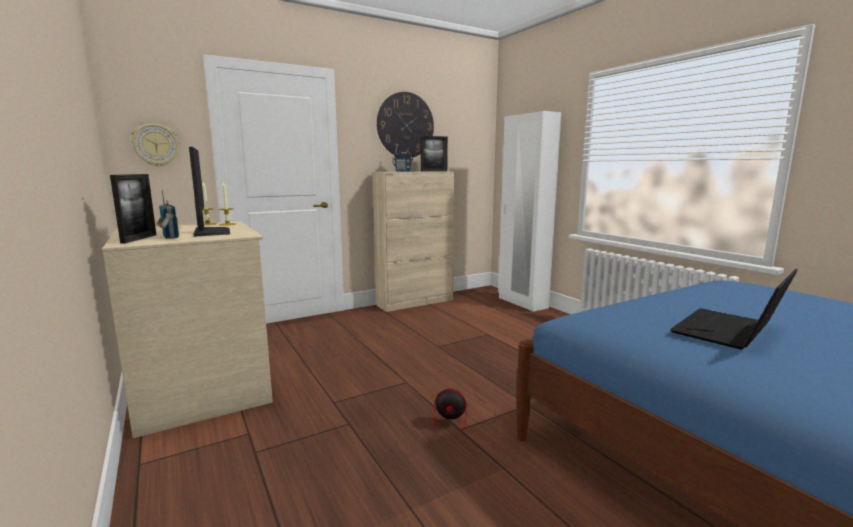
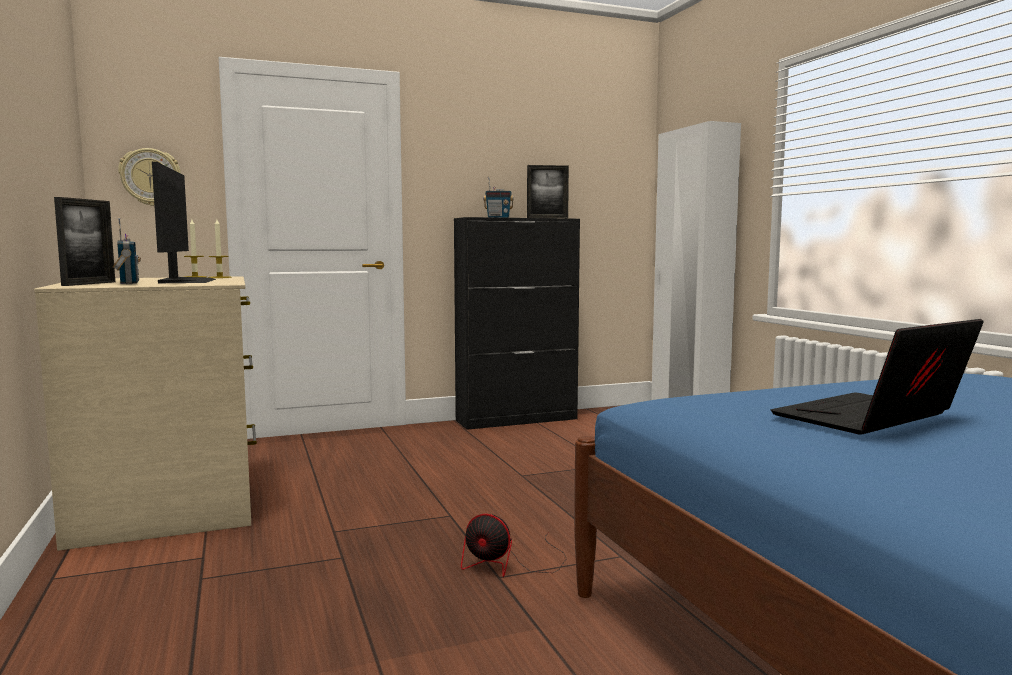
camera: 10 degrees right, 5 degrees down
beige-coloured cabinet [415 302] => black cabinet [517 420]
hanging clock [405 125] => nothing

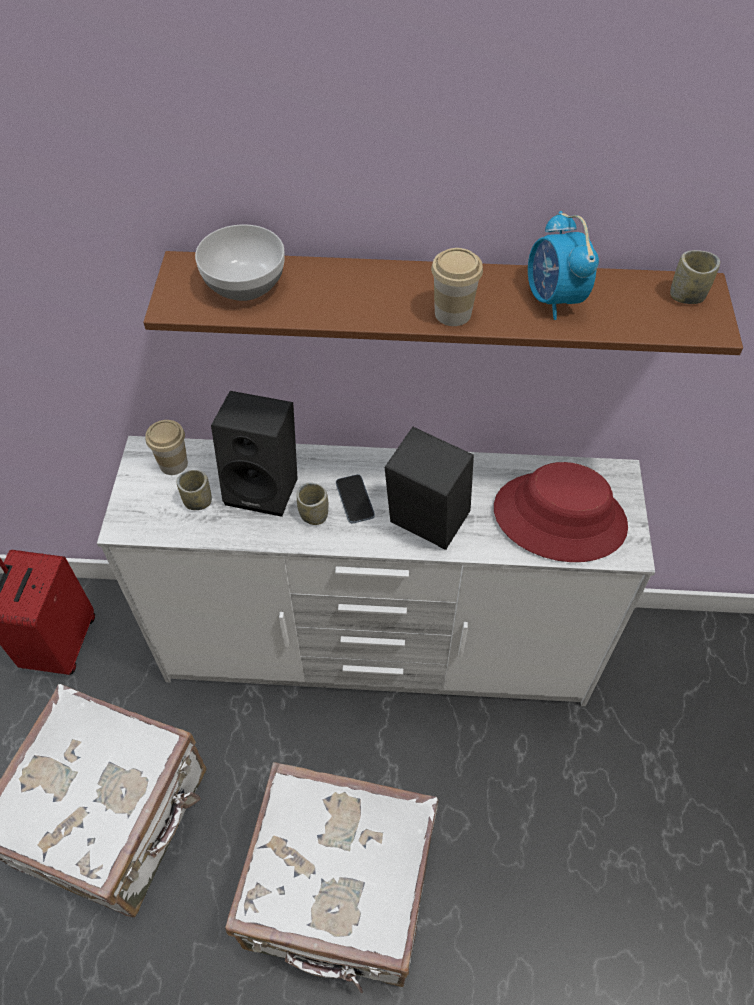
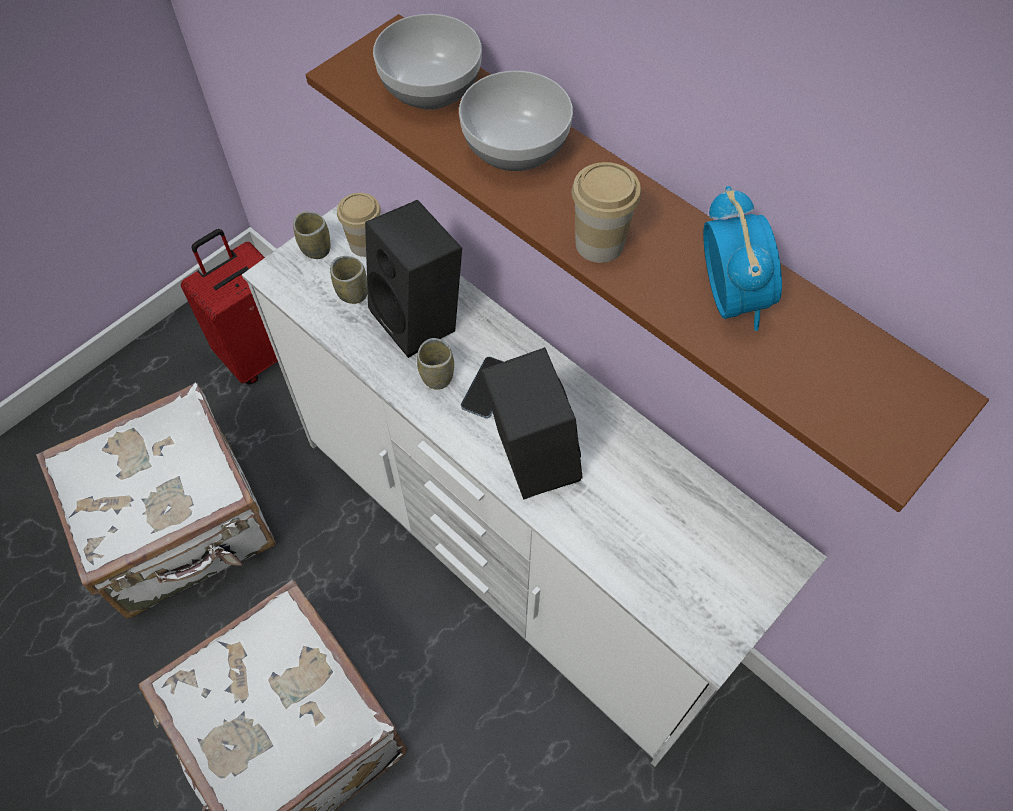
camera: 40 degrees right, 5 degrees up
red-coloured hat [559 517] => nothing
table clock [554 299] => table clock [729 298], 150 degrees clockwise
cup [687 296] => cup [316 249], move
nothing => bowl [513 147]

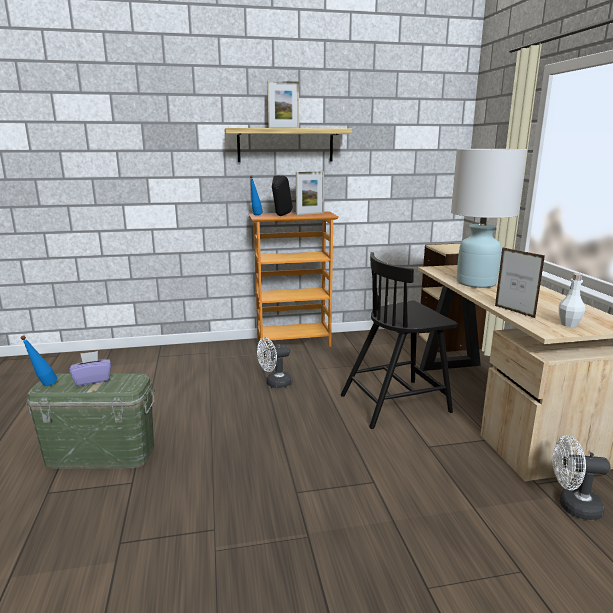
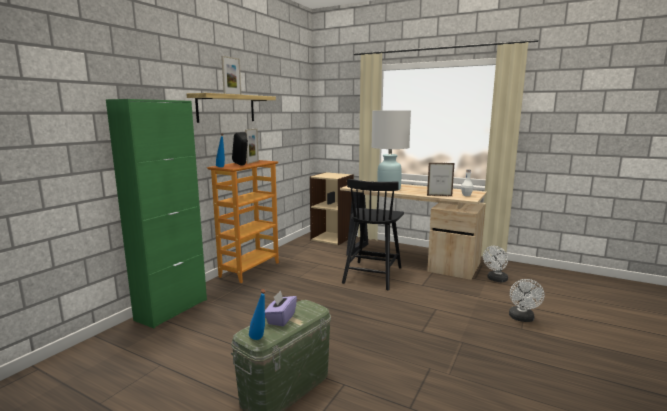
camera: 50 degrees left, 5 degrees down
white-coloured electric fan [275 384] => white-coloured electric fan [522 319], move
nothing => green cabinet [172 309]

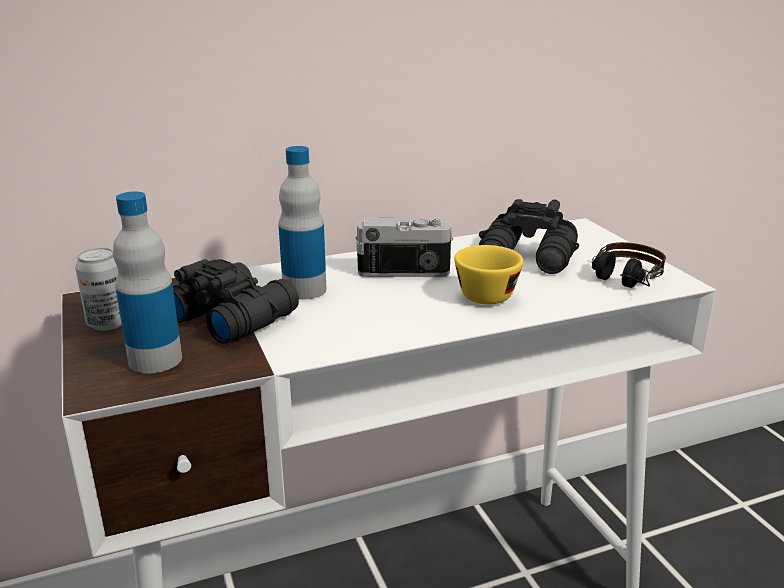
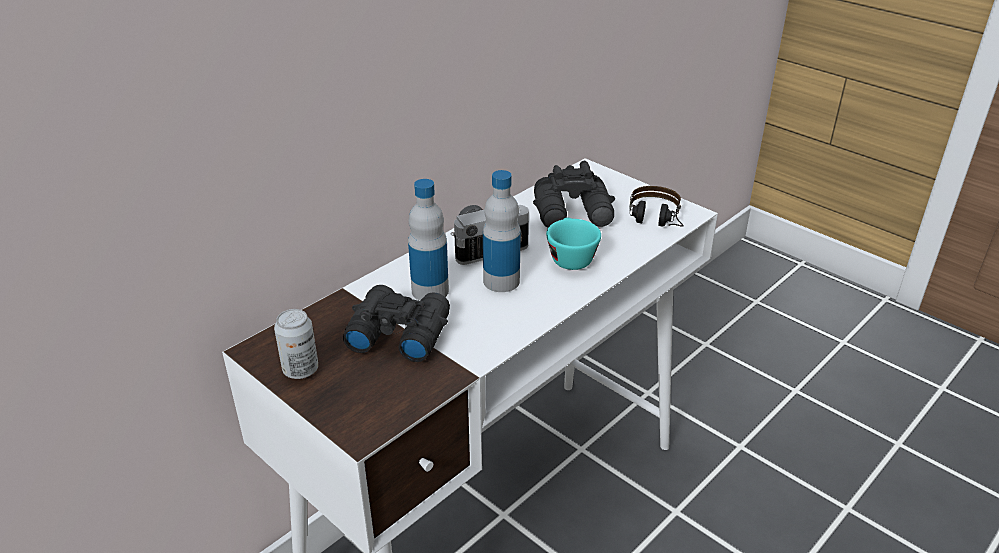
camera: 25 degrees left, 10 degrees up
drink bottle [155 360] => drink bottle [501 281], move
yellow cup [487 292] => blue-green cup [570 257]

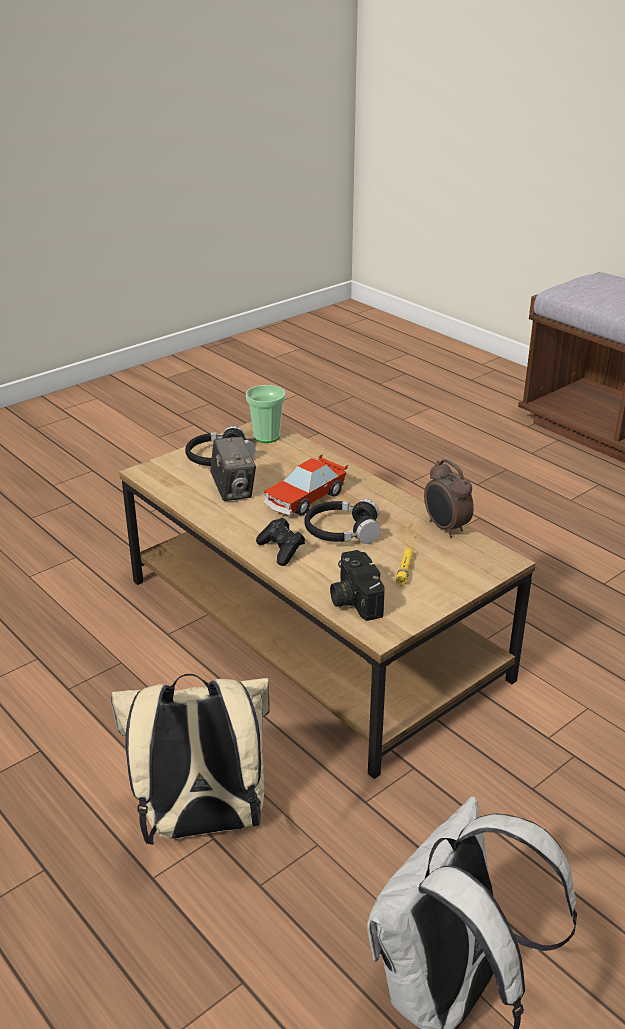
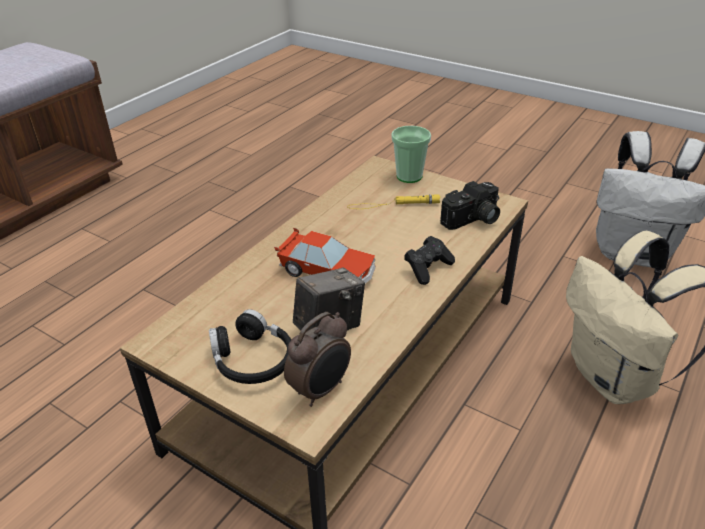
camera: 105 degrees left, 5 degrees up
cup [266 437] => cup [409 176], move
black headphones [342 532] => nothing
table clock [445 528] => table clock [321 390], move

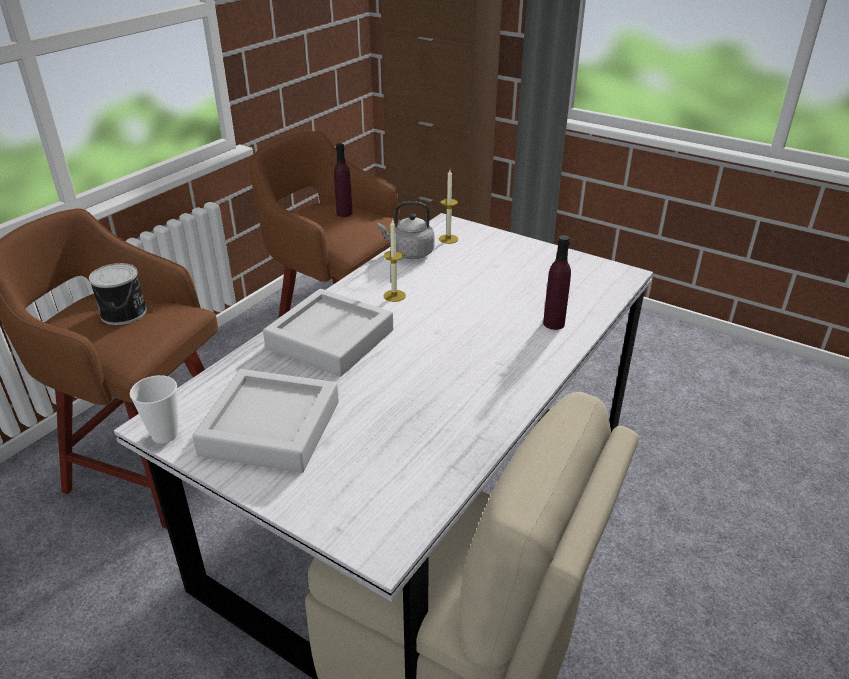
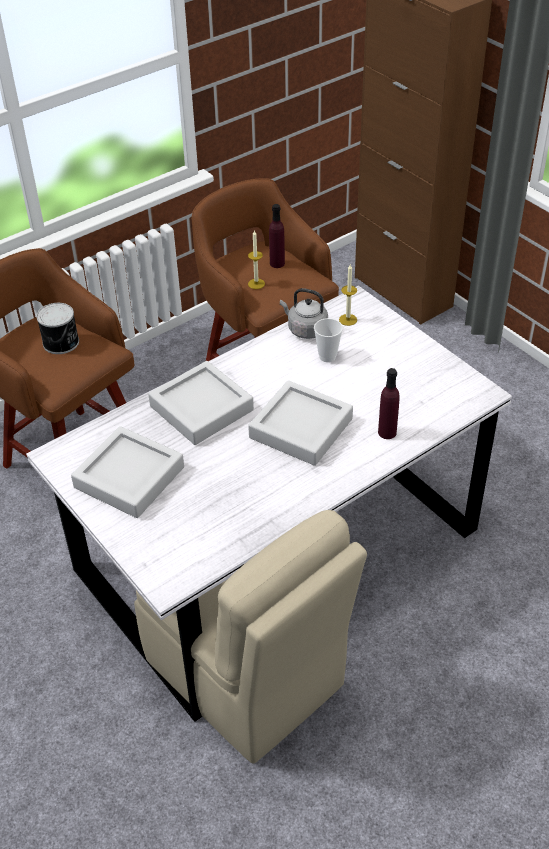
camera: 20 degrees right, 10 degrees up
cup [165 434] => cup [327 356], move
candle [394 295] => candle [256 284], move
nothing => gray tray [301 428]

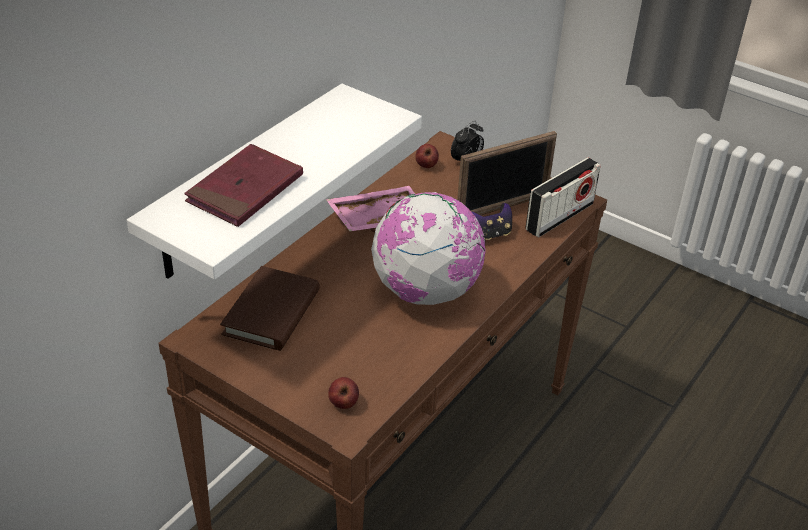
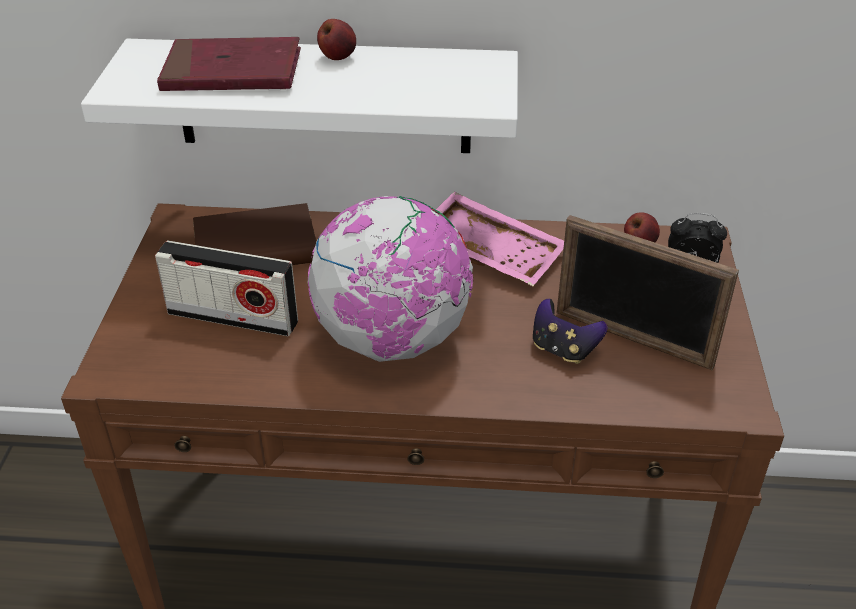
camera: 60 degrees right, 0 degrees up
apple fruit [343 403] => apple fruit [337 57], move
radio set [559 216] => radio set [233 317], move

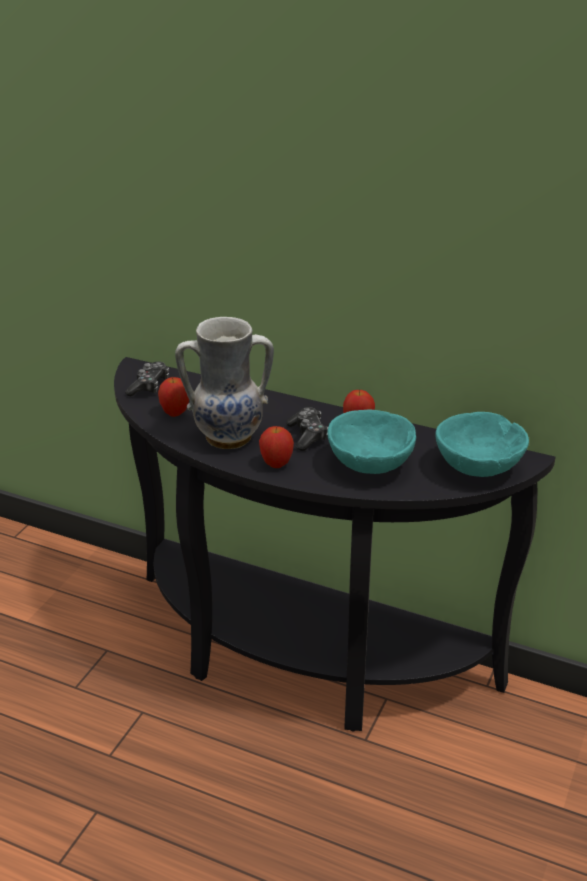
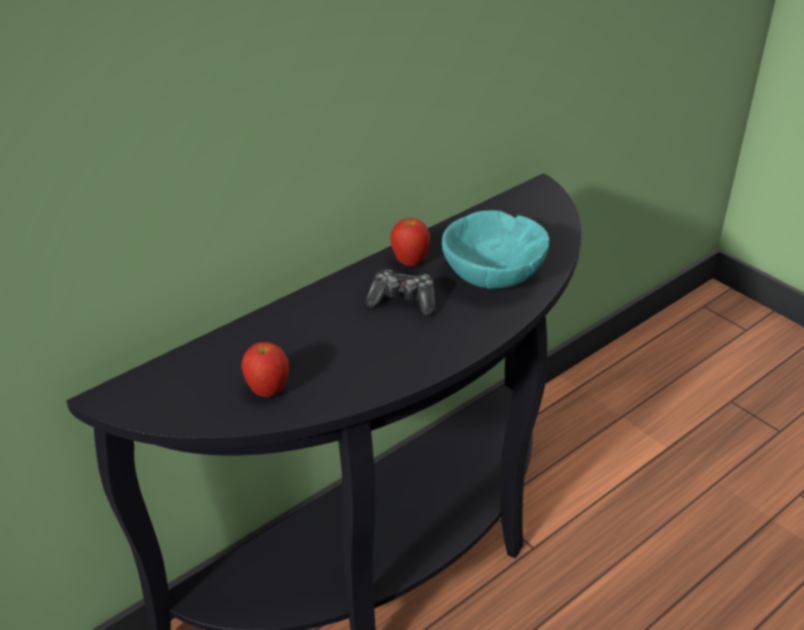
camera: 65 degrees left, 5 degrees up
joypad [149 386] => nothing
vase [228 436] => nothing
apple fruit [276 464] => nothing
blue-green bowl [478 468] => nothing

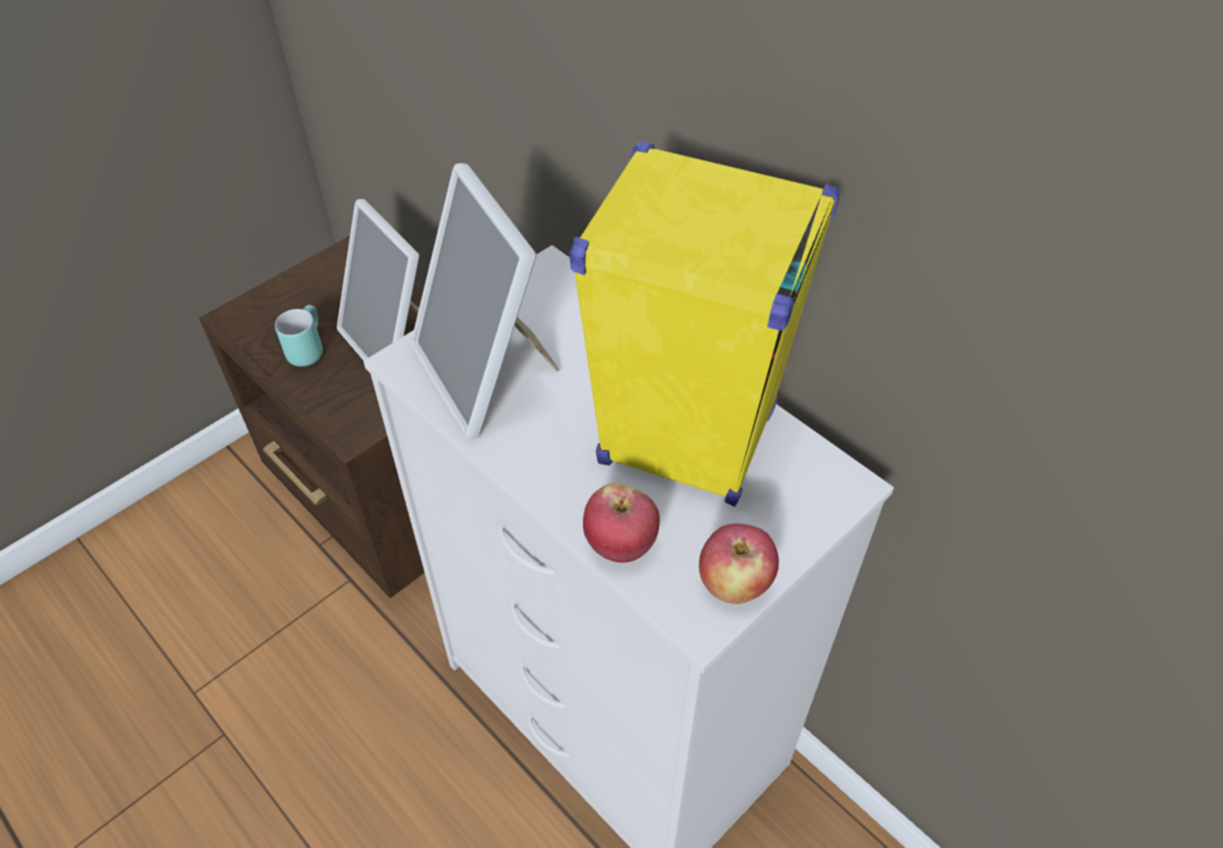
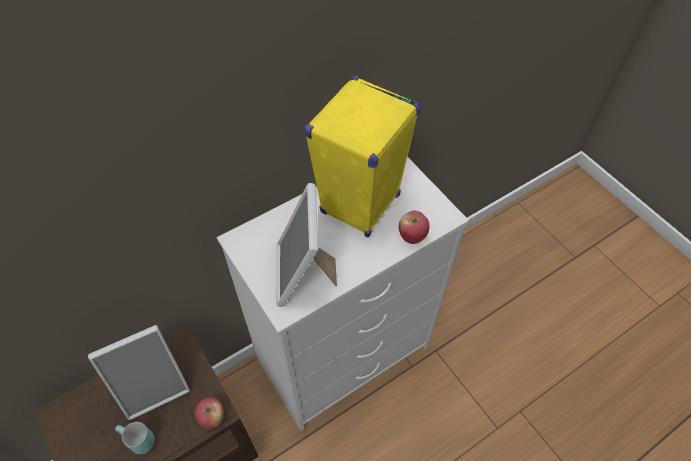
camera: 80 degrees left, 5 degrees up
photo frame [488 374] => photo frame [304 274], 105 degrees clockwise
apple fruit [734 584] => apple fruit [212 417], move

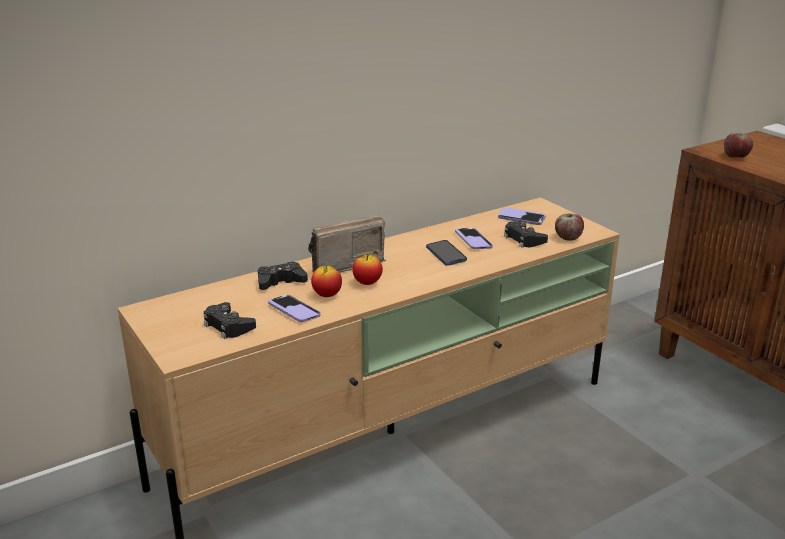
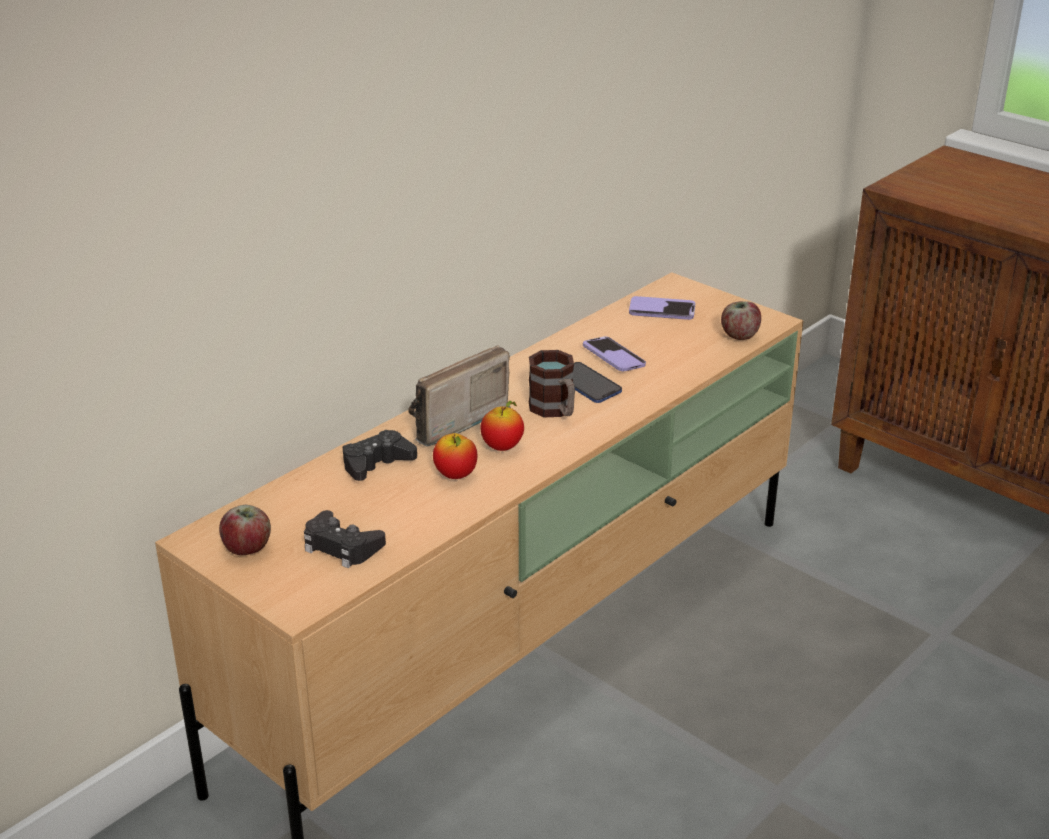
camera: 15 degrees left, 5 degrees up
phone [294 310] => nothing
black joypad [524 239] => nothing
apple fruit [736 157] => apple fruit [248 548], move
nothing => tea mug [555 410]

